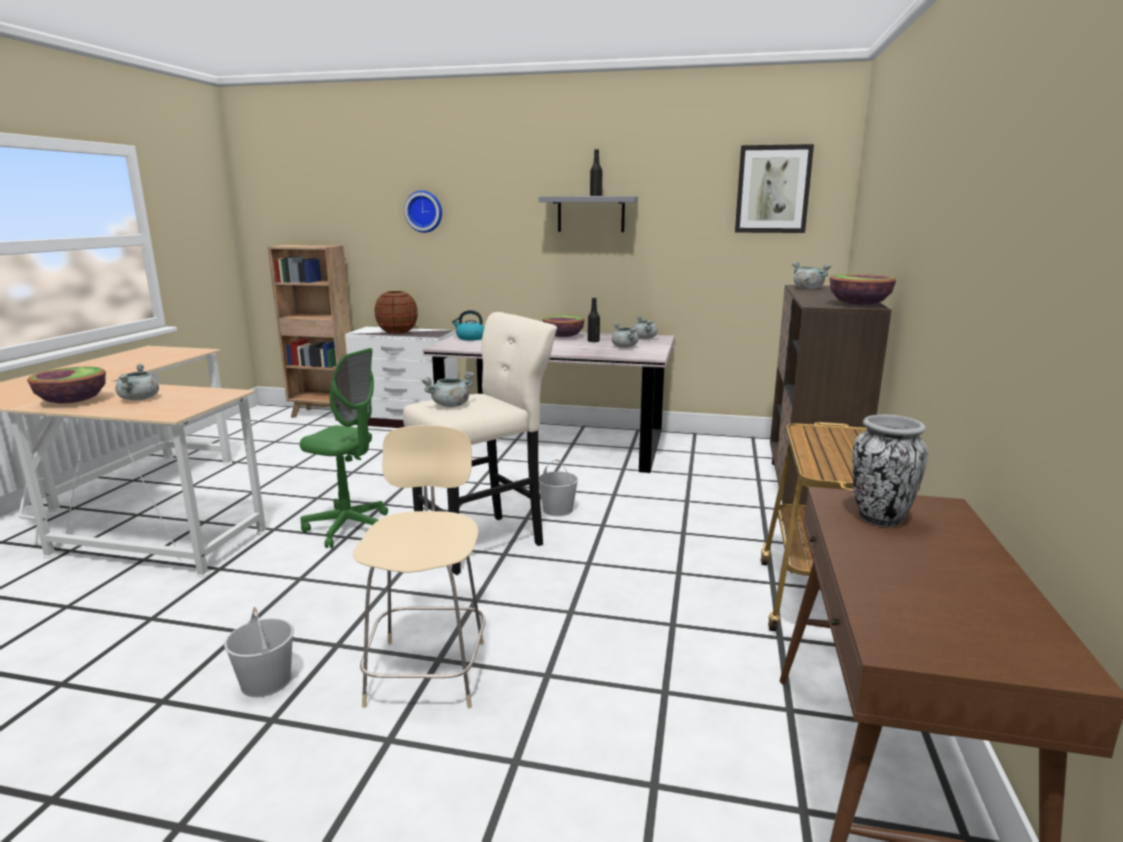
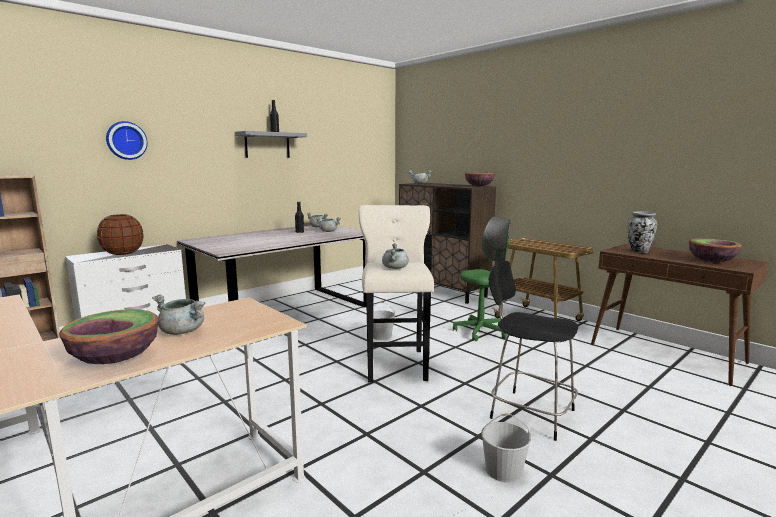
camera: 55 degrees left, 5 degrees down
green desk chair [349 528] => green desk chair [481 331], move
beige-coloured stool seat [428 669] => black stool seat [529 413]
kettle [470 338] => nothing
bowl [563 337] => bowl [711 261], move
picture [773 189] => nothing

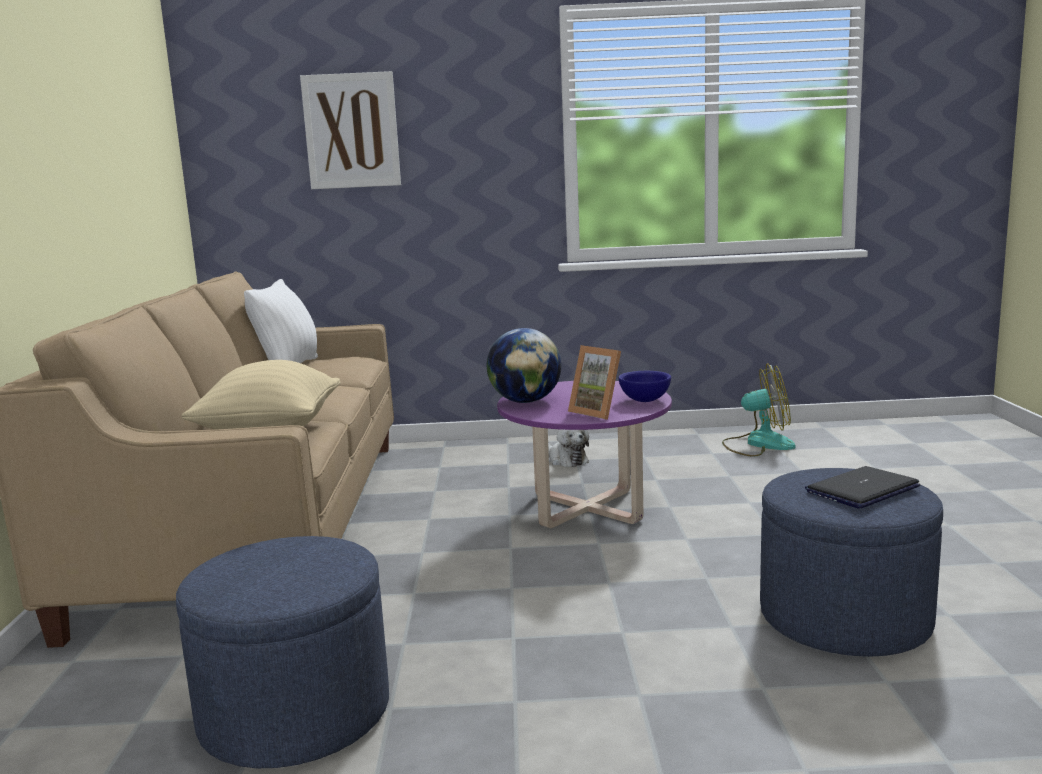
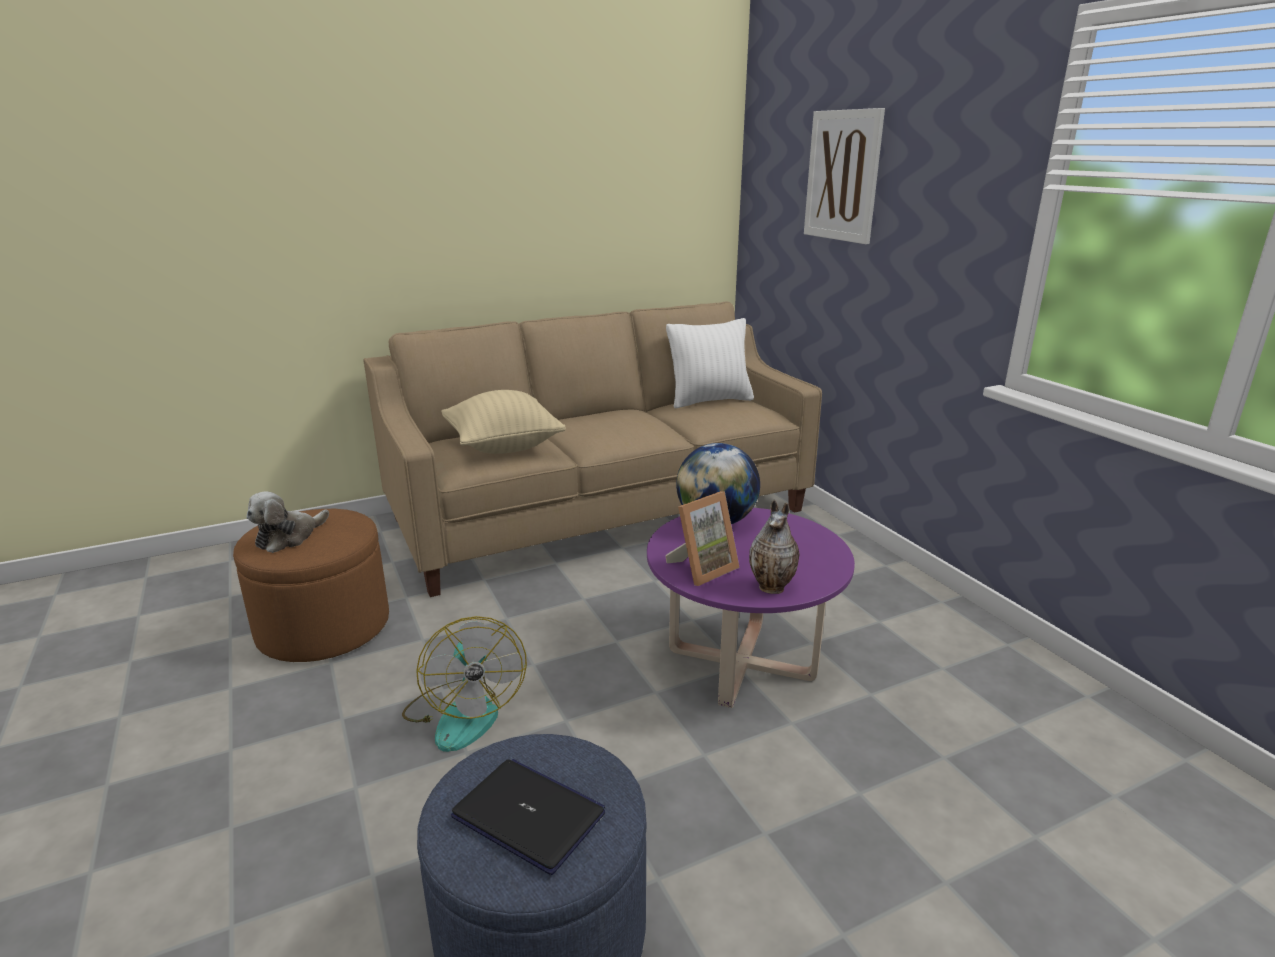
camera: 65 degrees right, 10 degrees up
blue-coloured ottoman [295 713] => brownish ottoman [324 627]
soft toy [566 460] => soft toy [289 537], move
photo frame [599 412] => photo frame [702 568], 150 degrees counterclockwise
blue-coloured bowl [645 400] => vase [773 588]
electric fan [758 444] => electric fan [464 713], move

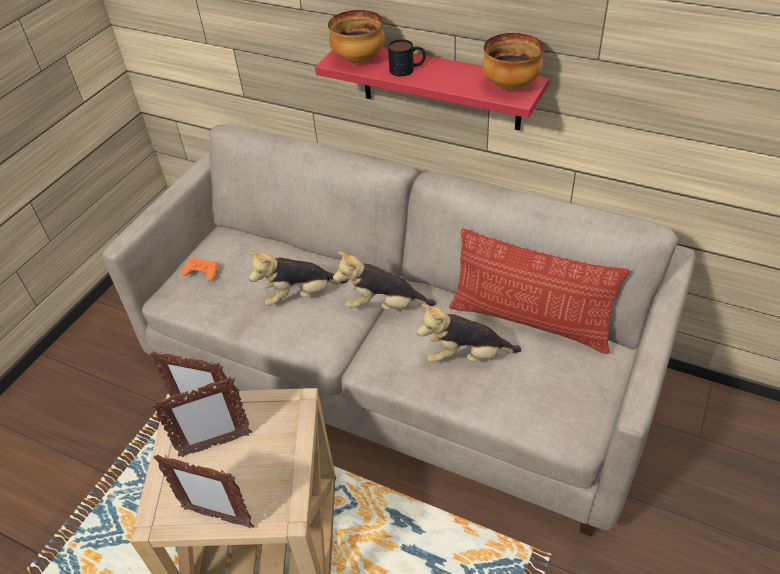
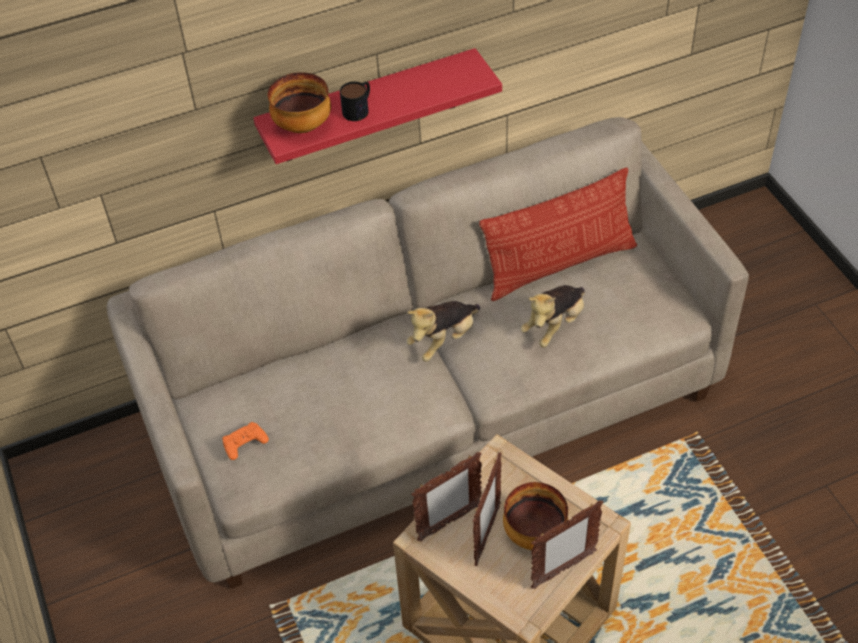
camera: 50 degrees left, 5 degrees up
soft toy [300 296] => nothing
bowl [509 85] => bowl [533 533], move

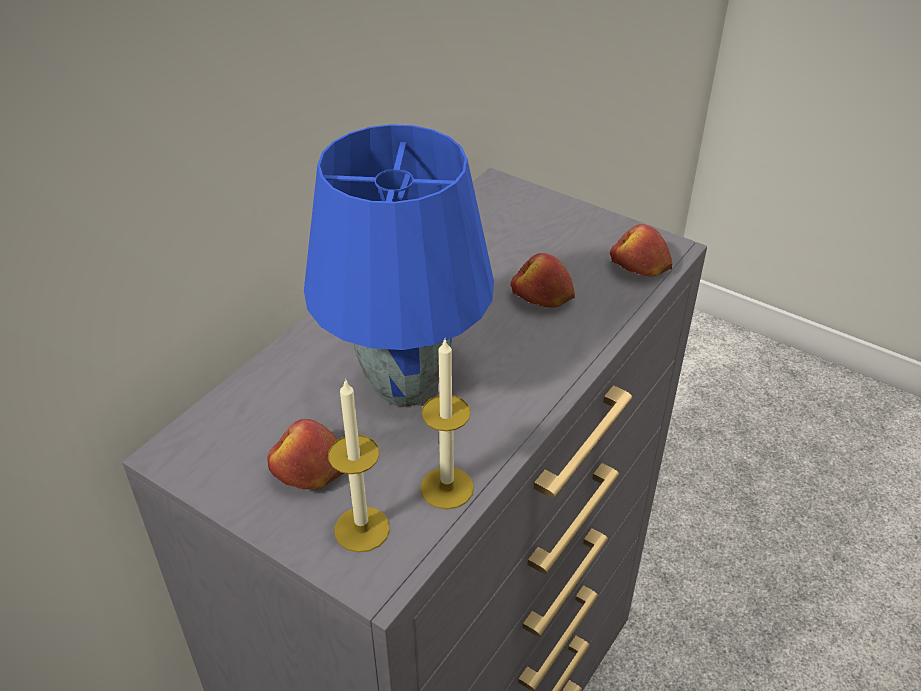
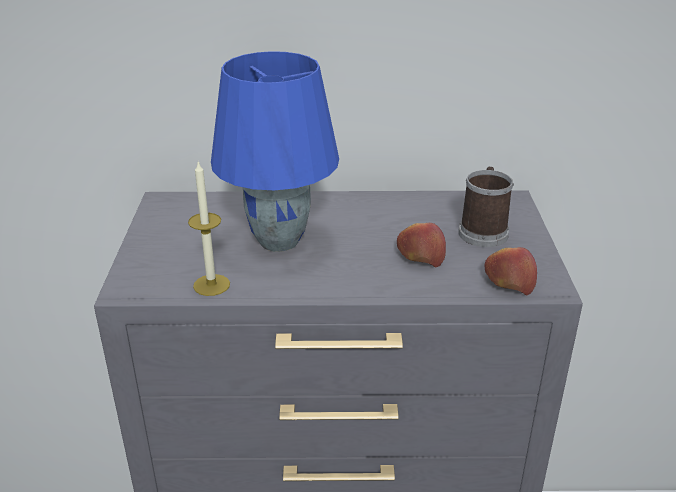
camera: 55 degrees right, 10 degrees down
apple fruit [308 470] => nothing
candle [362 529] => nothing
nothing => tea mug [483 230]

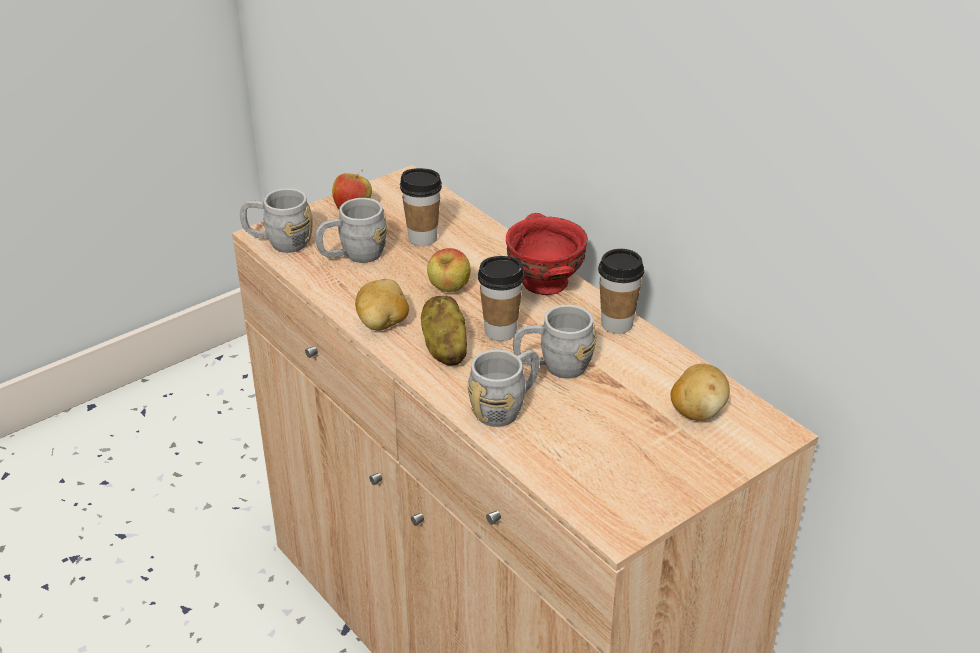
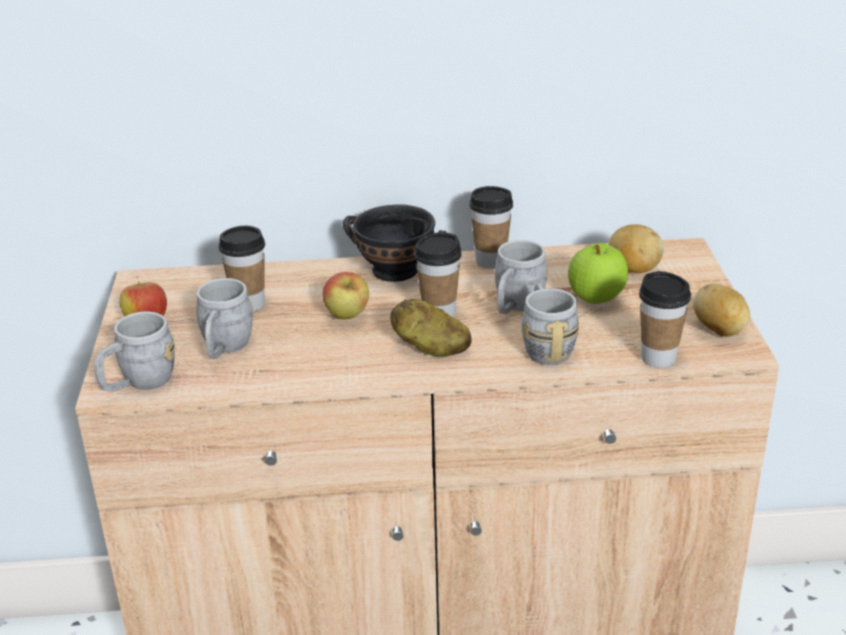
camera: 55 degrees left, 5 degrees down
potato [383 324] => potato [719 331], move
red-coloured bowl [545 281] => black bowl [394 270]
nothing => apple fruit [596 298]
nothing => cup [658 358]

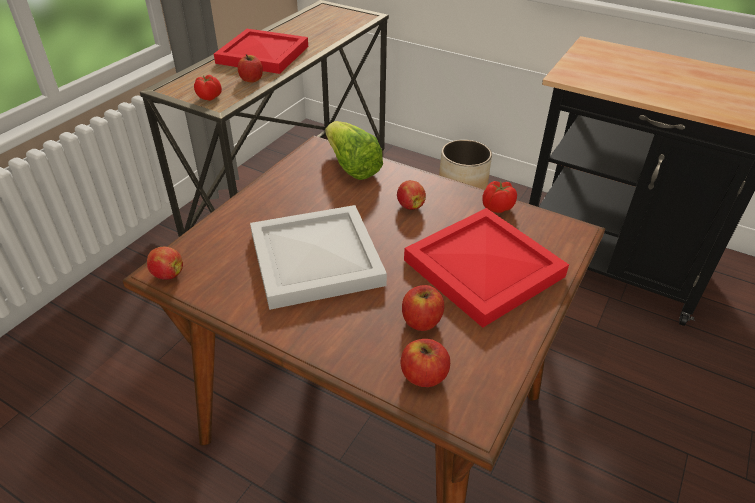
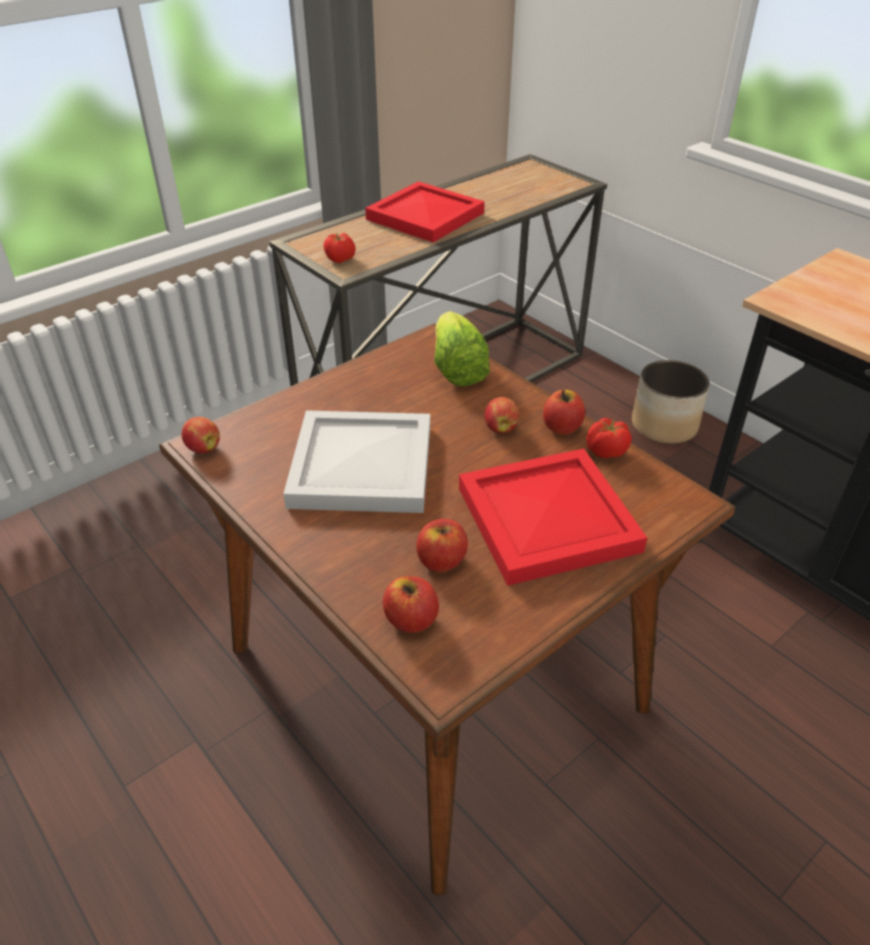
camera: 20 degrees right, 0 degrees up
apple fruit [251 79] => apple fruit [562 427], move

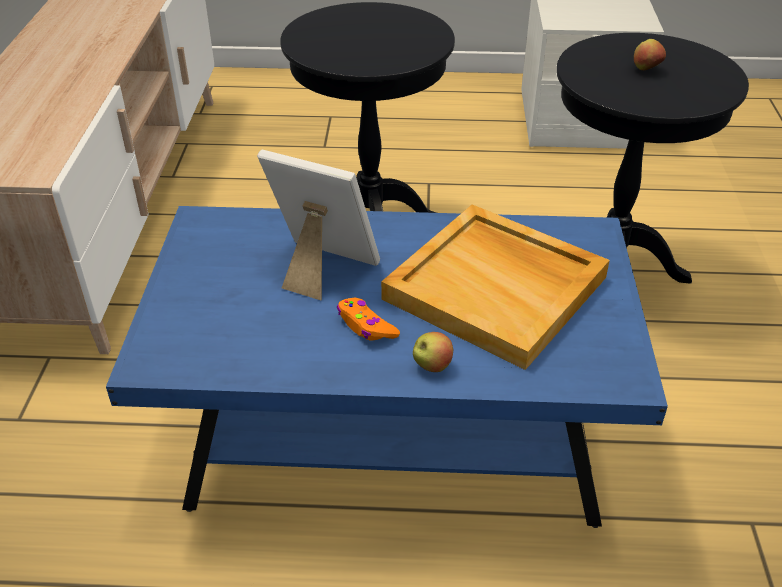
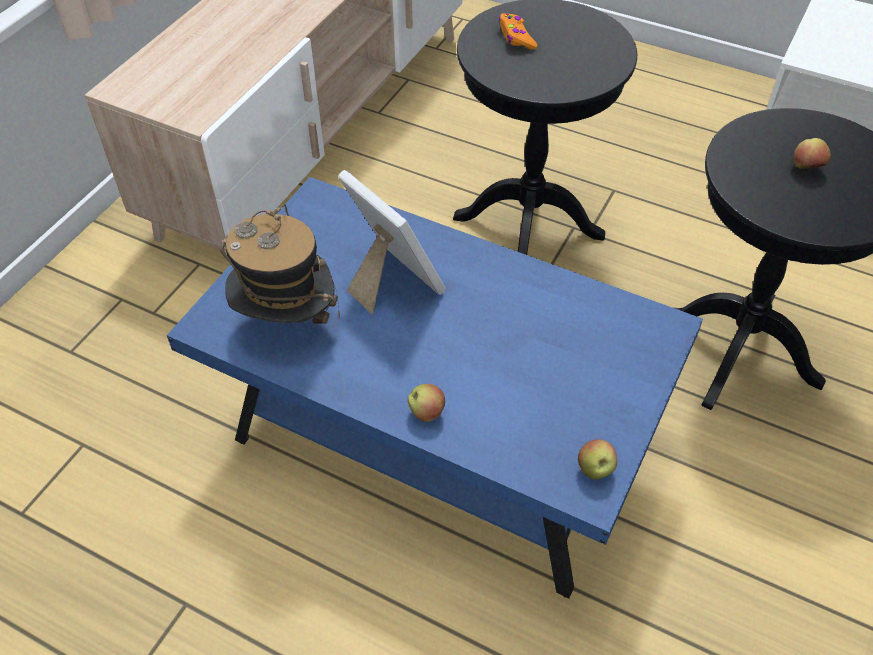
camera: 25 degrees right, 10 degrees up
orange-coloured joypad [366 326] => orange-coloured joypad [516 37], move
beige-coloured tray [497 288] => nothing
nothing => hat [287 323]
nothing => apple fruit [595 470]

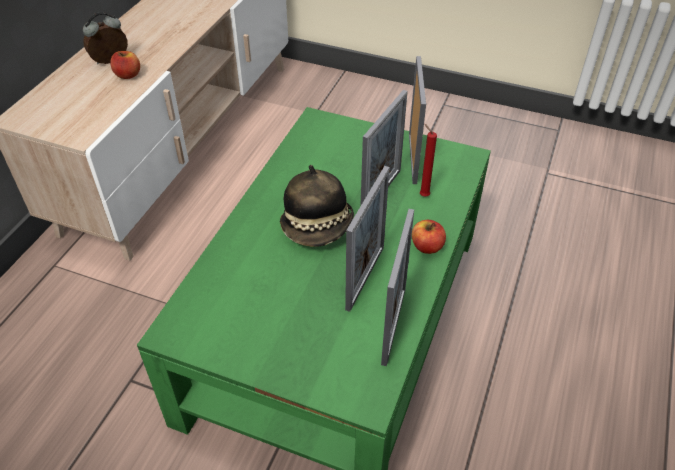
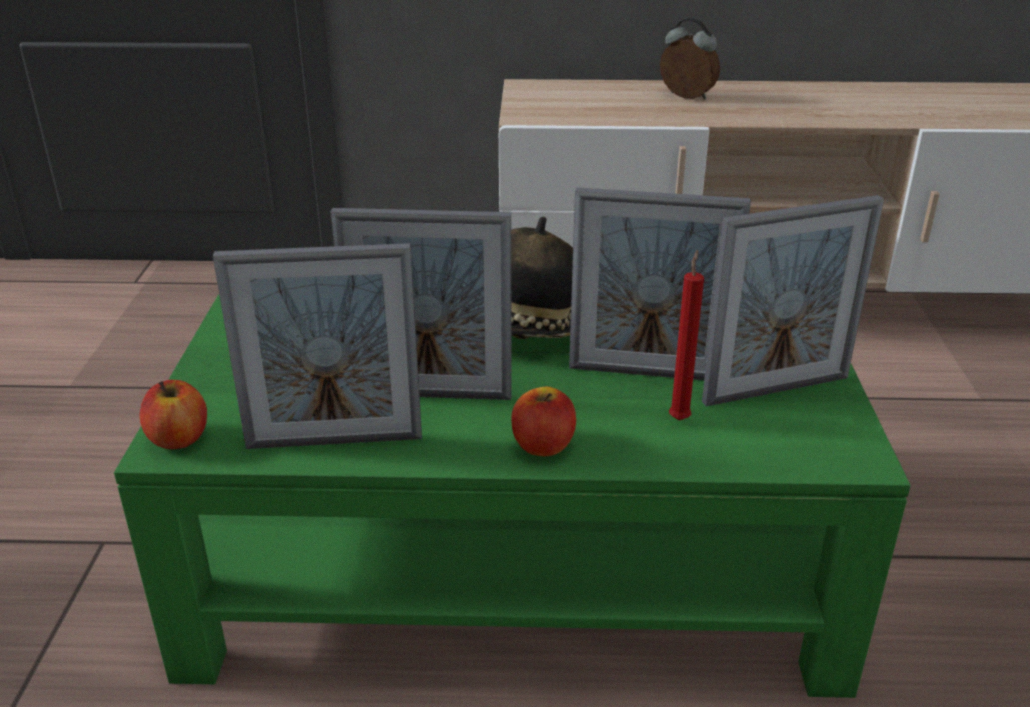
camera: 70 degrees right, 15 degrees down
apple fruit [128 75] => apple fruit [179 438], move

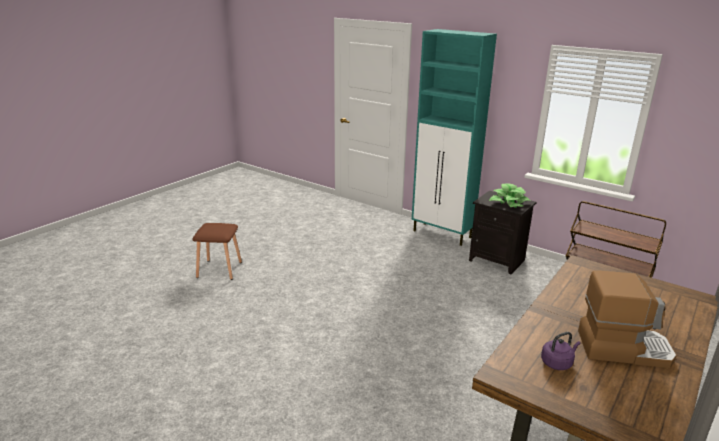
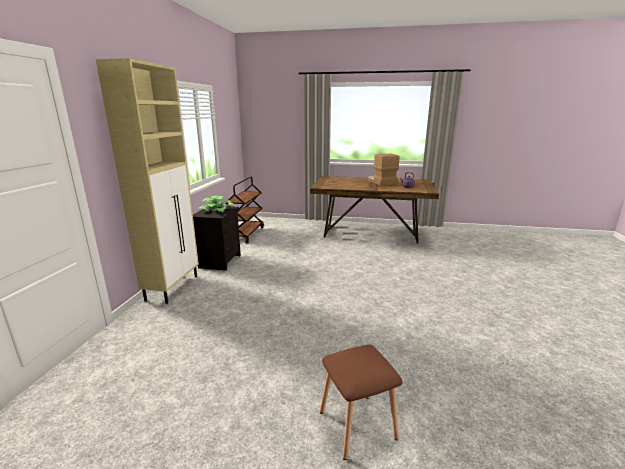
camera: 115 degrees left, 5 degrees down
blue-green cabinet [442 234] => beige-coloured cabinet [173 287]

